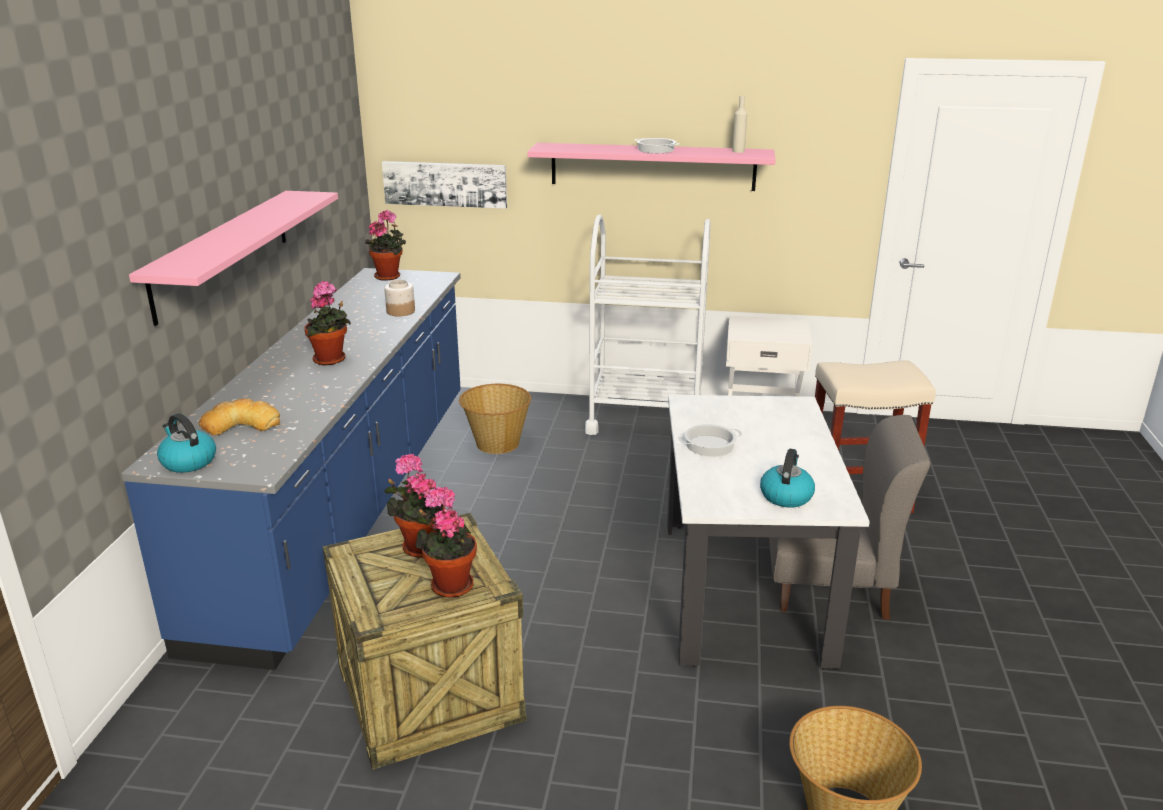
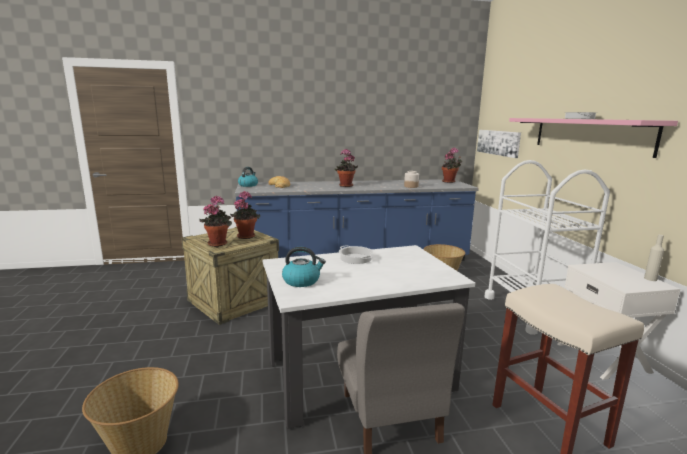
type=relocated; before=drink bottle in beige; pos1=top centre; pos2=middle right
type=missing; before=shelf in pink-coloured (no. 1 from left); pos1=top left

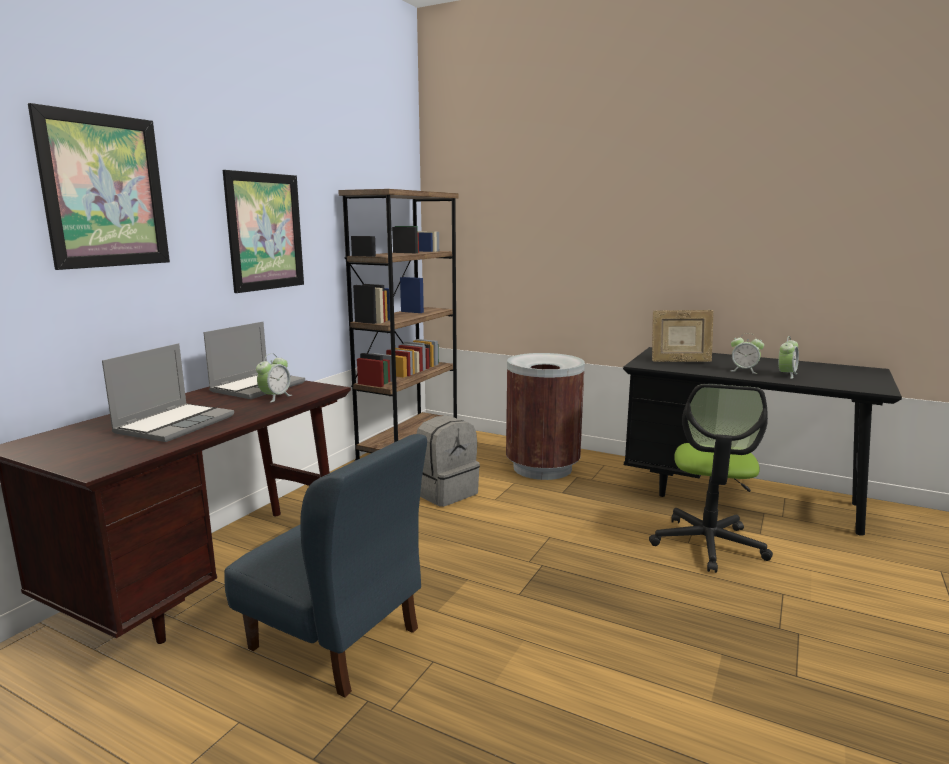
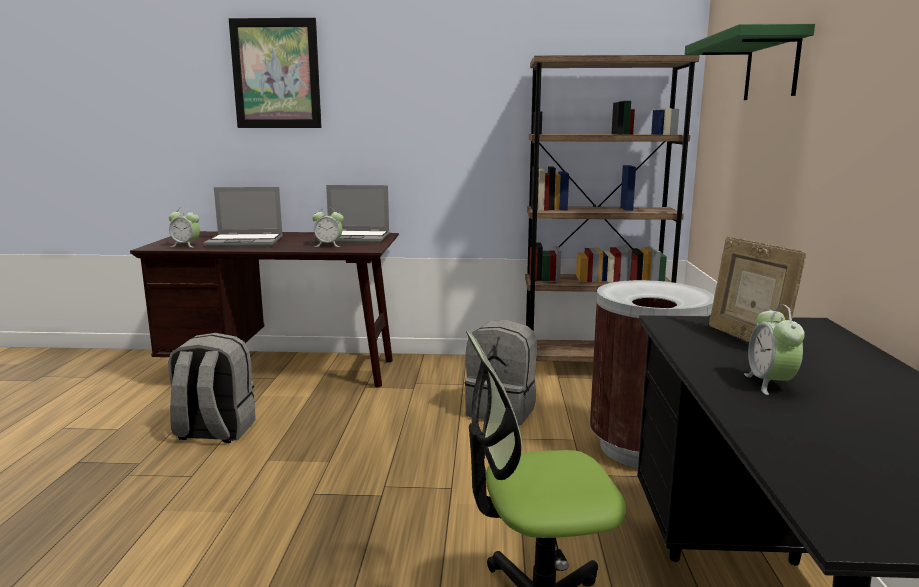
type=missing; before=picture (no. 2 from left); pos1=top left
type=relocated; before=alarm clock (no. 3 from left in the first image); after=alarm clock (no. 1 from left); pos1=middle right; pos2=middle left
type=exchanged; before=plain chair in blue-coloured; after=rucksack in greyish (no. 1 from left); pos1=bottom centre; pos2=middle left
type=appeared; after=shelf in green-coloured; pos2=top right

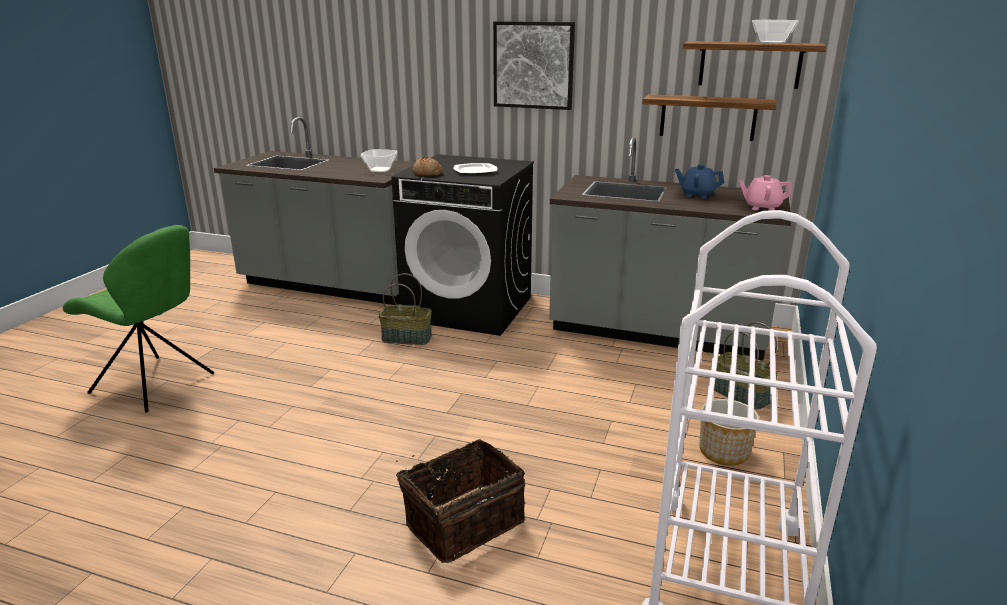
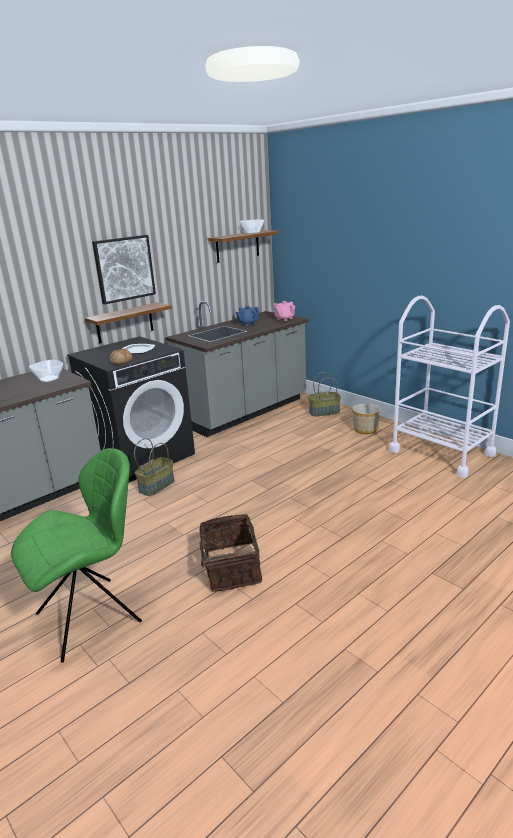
type=relocated; before=shelf (no. 1 from left); pos1=top right; pos2=middle left
type=relocated; before=storage basket (no. 2 from left); pos1=bottom centre; pos2=centre

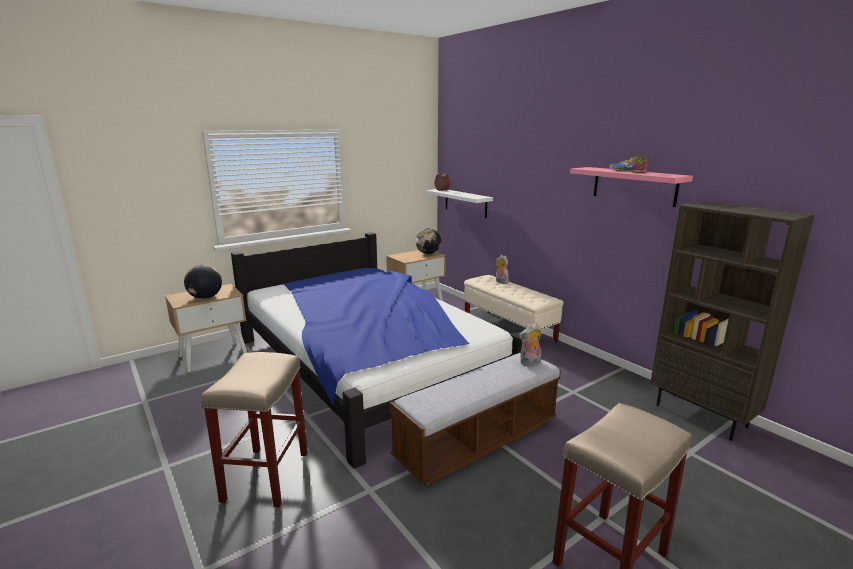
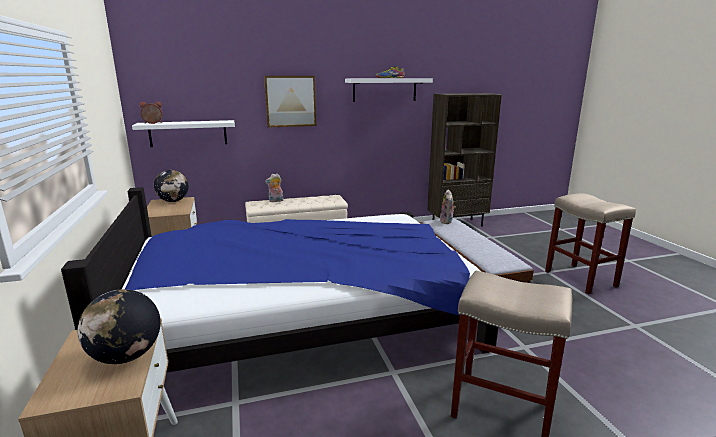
type=colour; before=shelf in pink-coloured; after=shelf in whitish (no. 2 from left); pos1=top right; pos2=top centre
type=appeared; after=picture; pos2=top centre

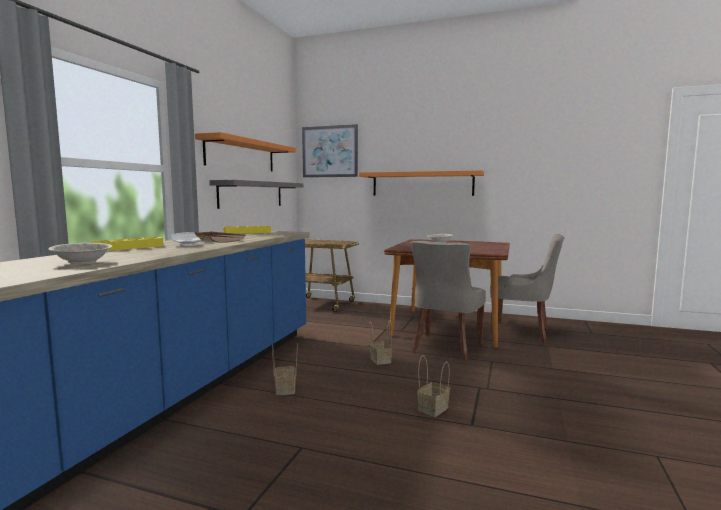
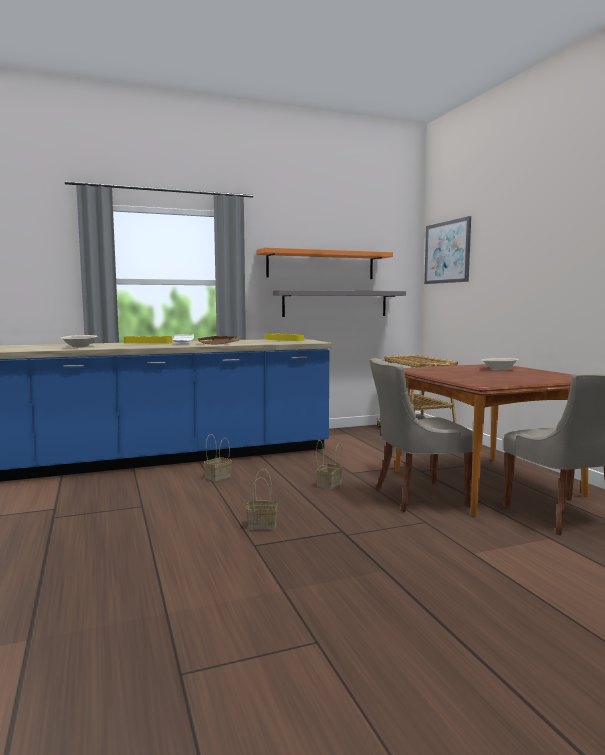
type=missing; before=shelf in orangey (no. 2 from left); pos1=centre

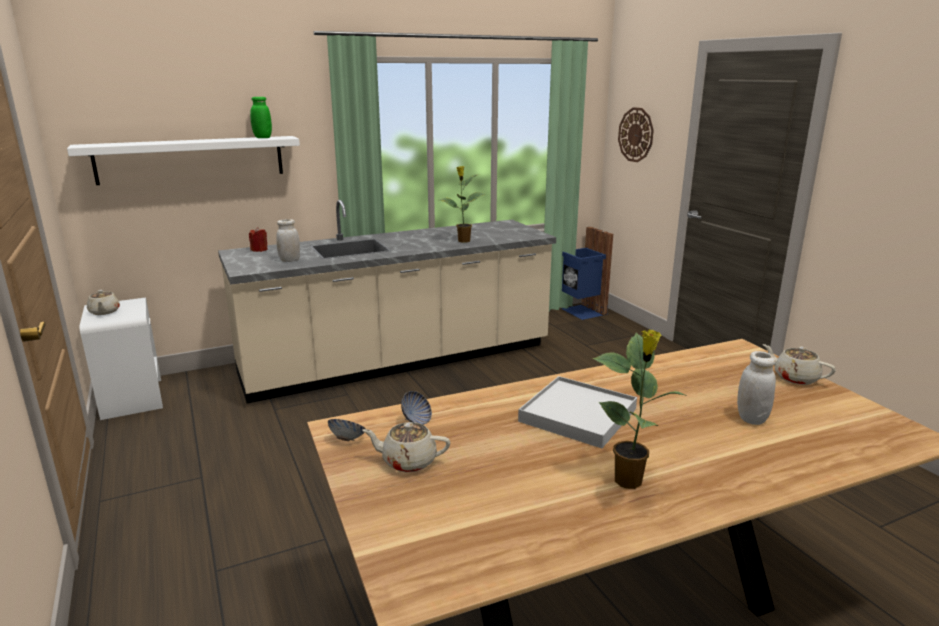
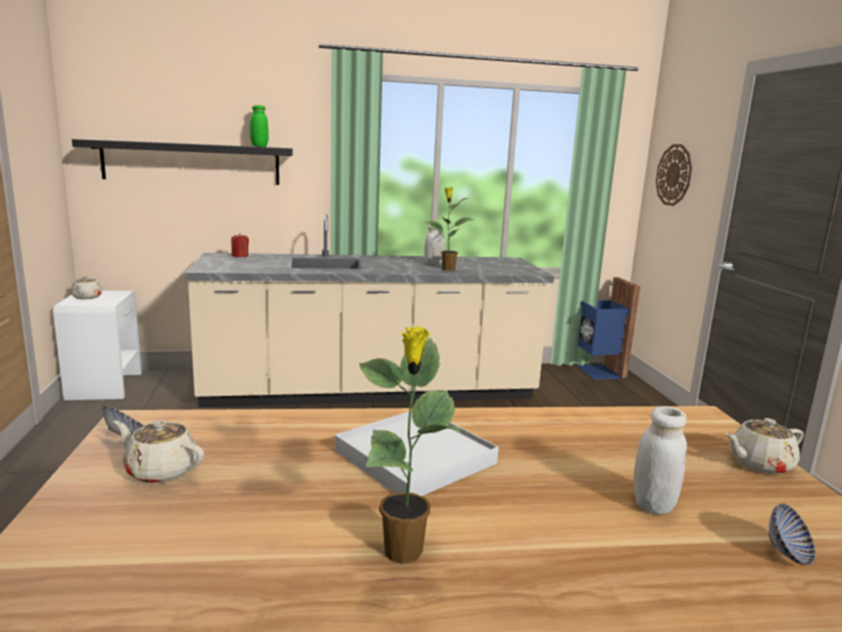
type=colour; before=shelf in whitish; after=shelf in black; pos1=top left; pos2=top left
type=relocated; before=preserve jar in whitish (no. 1 from left); pos1=middle left; pos2=centre
type=spun; before=teapot in beige (no. 3 from left); pos1=middle right; pos2=bottom right; turn=-75
type=relocated; before=bowl (no. 2 from left); pos1=centre; pos2=bottom right

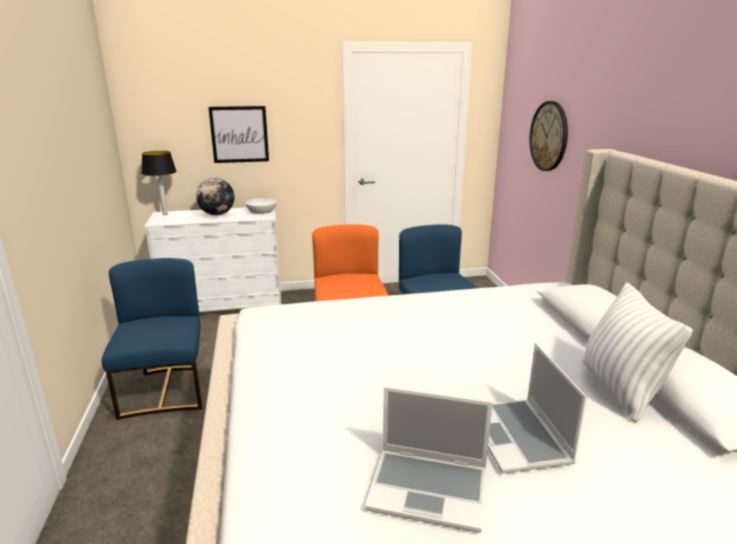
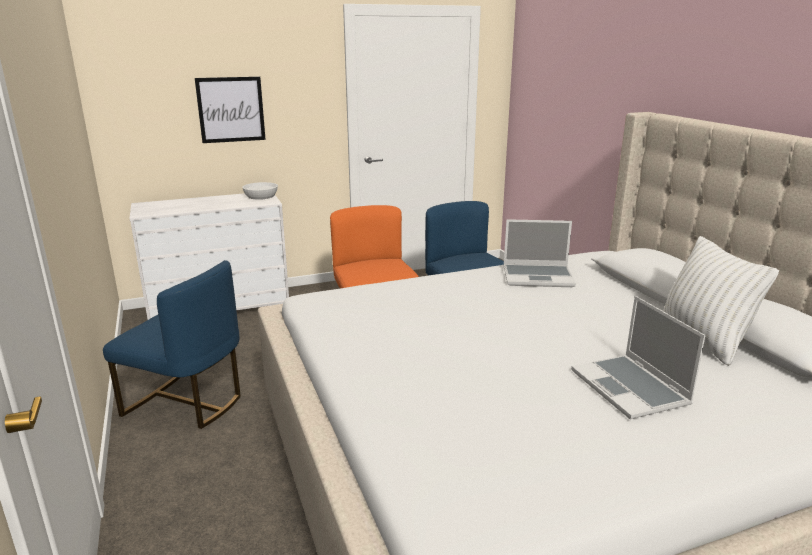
type=missing; before=wall clock; pos1=top right
type=missing; before=lamp for a table; pos1=middle left
type=missing; before=world globe; pos1=middle left
type=spun; before=plain chair in blue-coloured (no. 1 from left); pos1=middle left; pos2=middle left; turn=135
type=relocated; before=notebook computer (no. 1 from left); pos1=bottom centre; pos2=centre

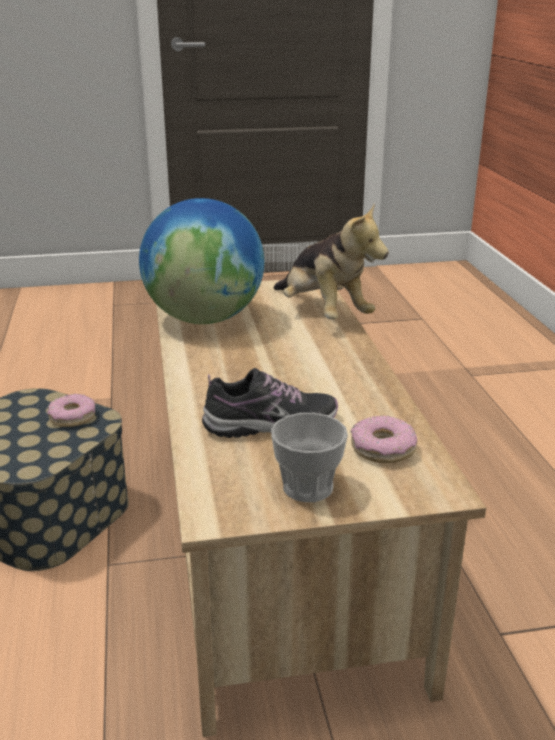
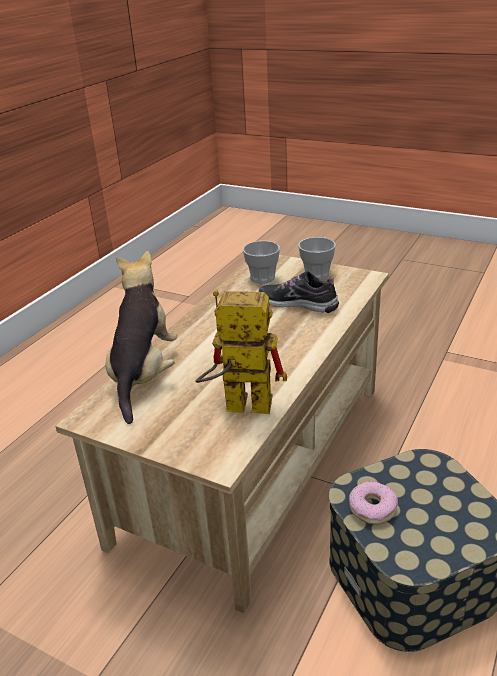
type=exchanged; before=world globe; after=toy robot; pos1=centre; pos2=centre
type=exchanged; before=donut (no. 2 from left); after=small cup (no. 1 from left); pos1=middle right; pos2=centre

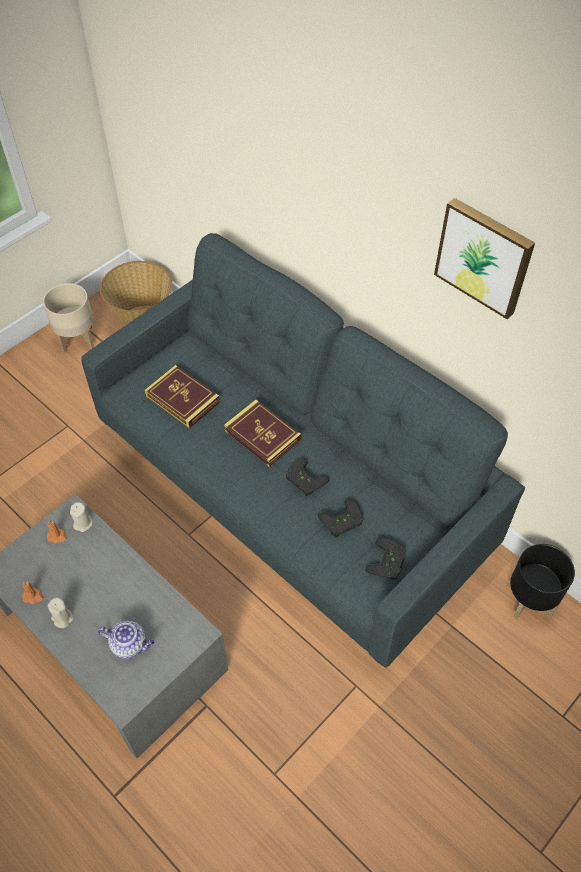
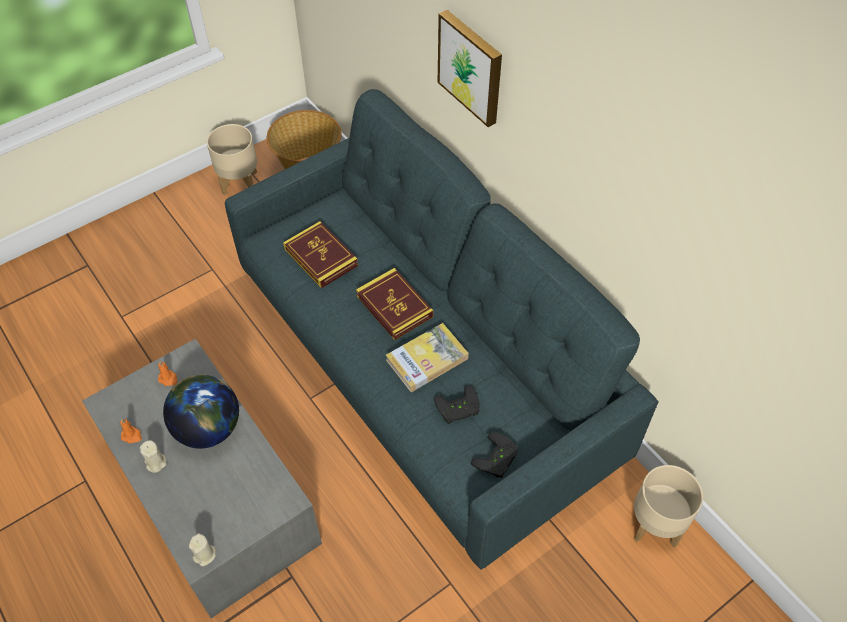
type=relocated; before=picture; pos1=top right; pos2=top centre
type=exchanged; before=game controller in black (no. 1 from left); after=bound book (no. 3 from left); pos1=centre; pos2=centre
type=relocated; before=candle in beige (no. 2 from left); pos1=middle left; pos2=bottom left
type=colour; before=planter in black; after=planter in beige (no. 2 from left); pos1=middle right; pos2=bottom right
type=missing; before=teapot; pos1=bottom left
type=appeared; after=world globe; pos2=middle left

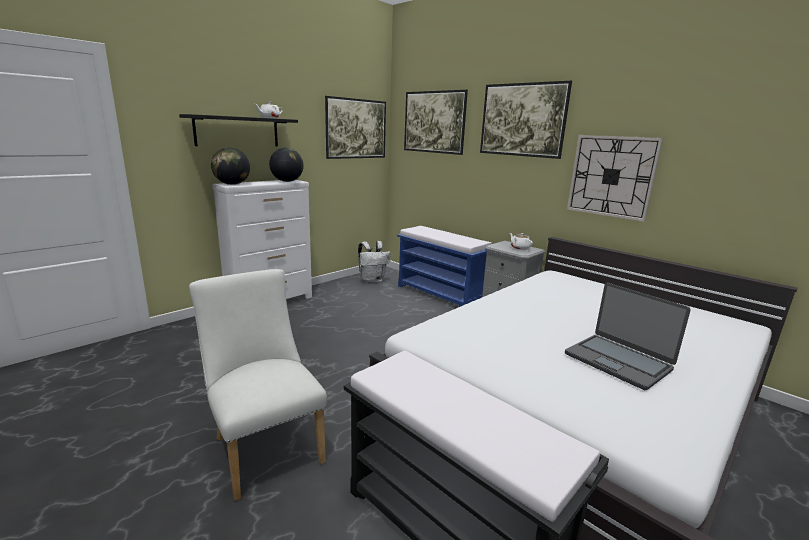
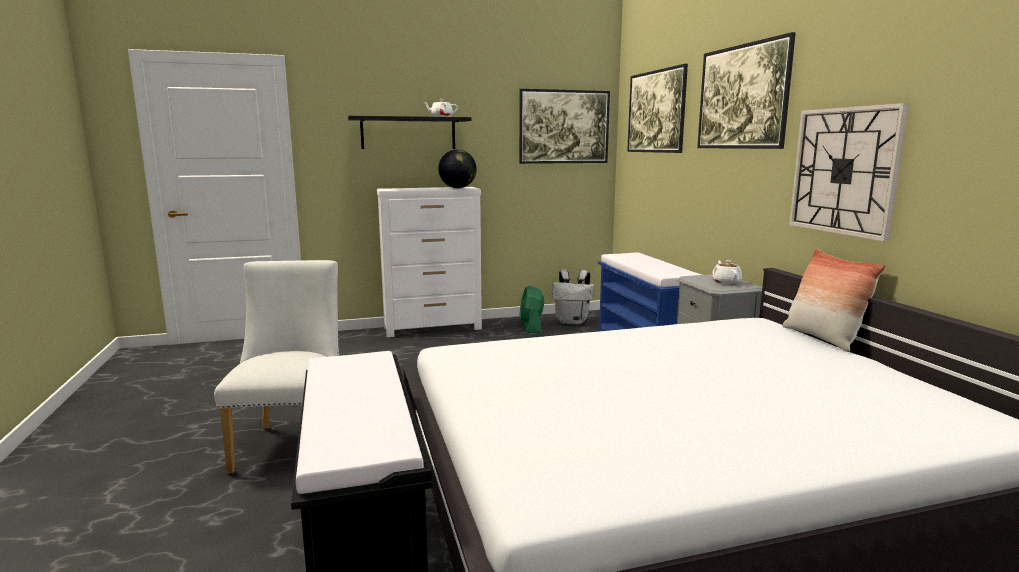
type=missing; before=world globe (no. 1 from left); pos1=top left
type=missing; before=notebook computer; pos1=middle right
type=appeared; after=throw pillow; pos2=middle right
type=appeared; after=electric fan in green-coloured; pos2=centre

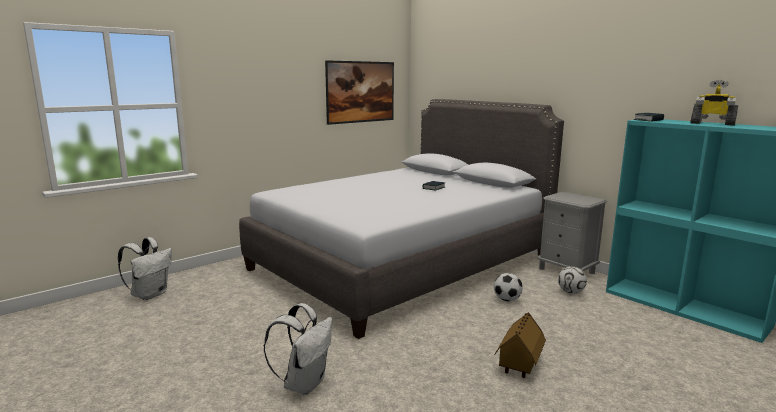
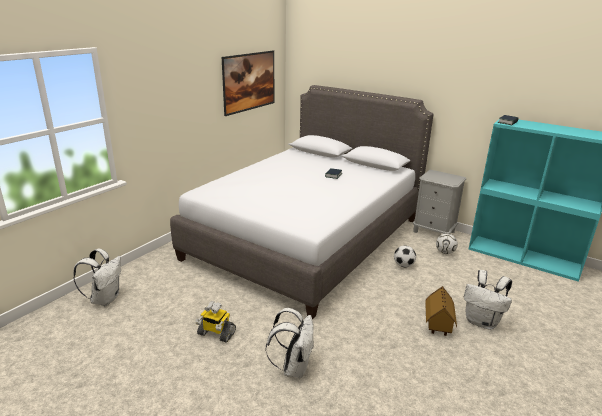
type=relocated; before=toy robot; pos1=top right; pos2=bottom centre
type=appeared; after=rucksack in whitish (no. 3 from left); pos2=bottom right

